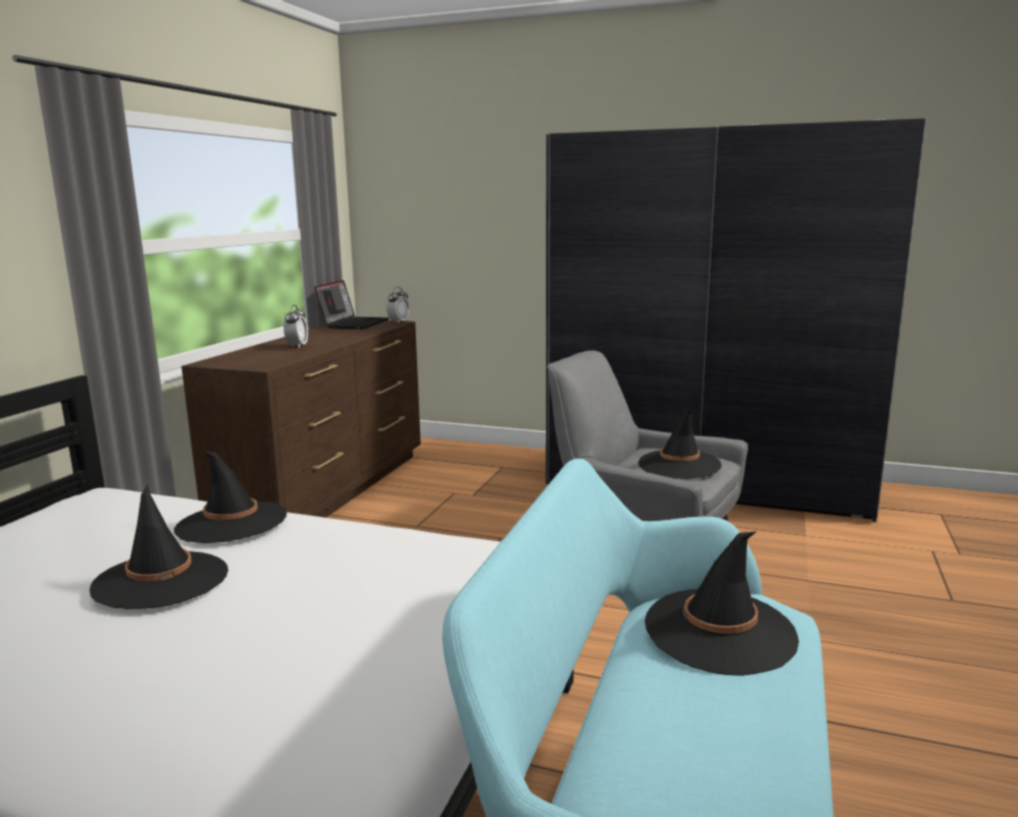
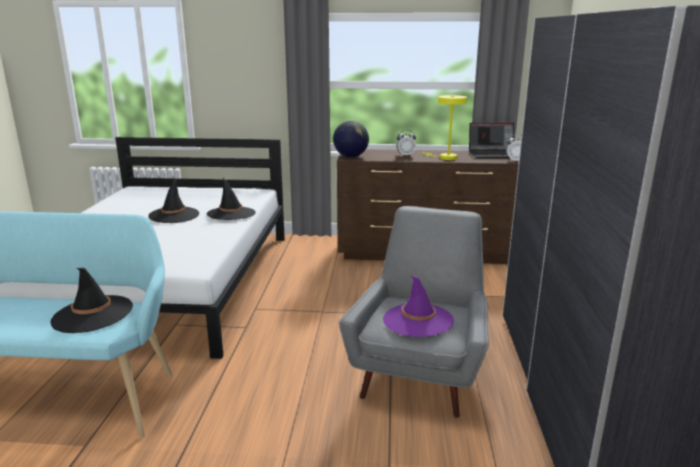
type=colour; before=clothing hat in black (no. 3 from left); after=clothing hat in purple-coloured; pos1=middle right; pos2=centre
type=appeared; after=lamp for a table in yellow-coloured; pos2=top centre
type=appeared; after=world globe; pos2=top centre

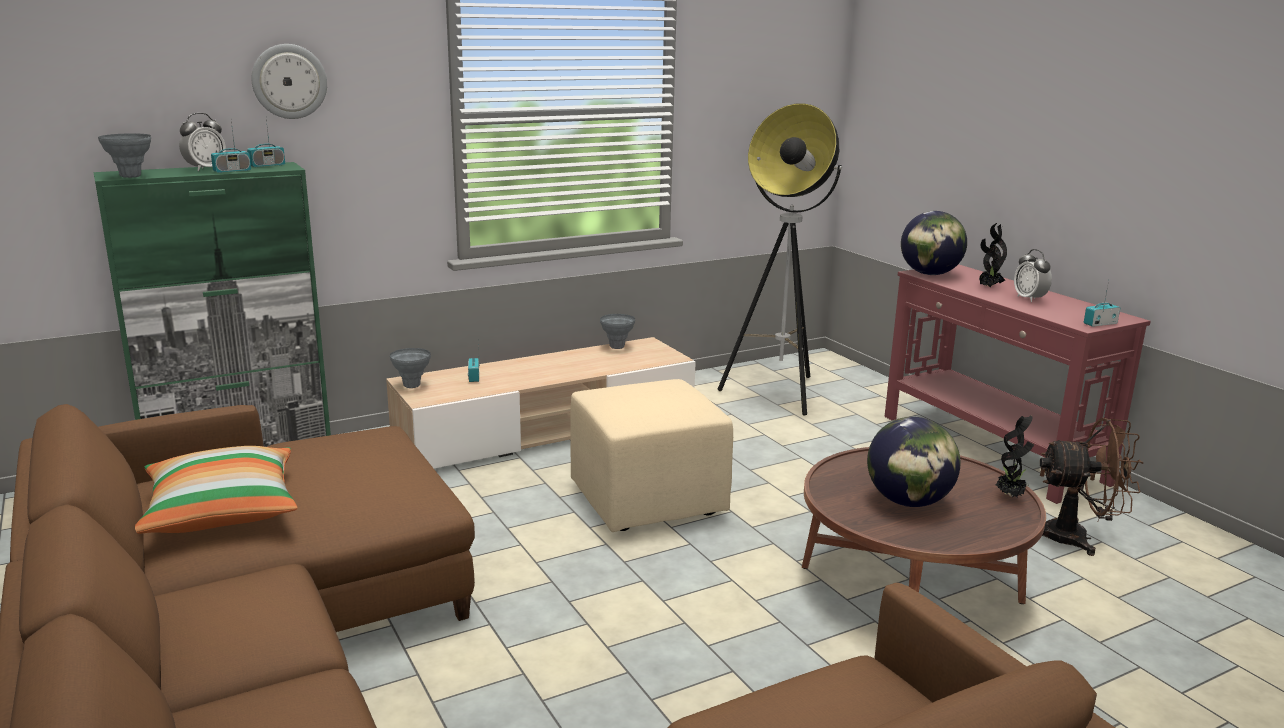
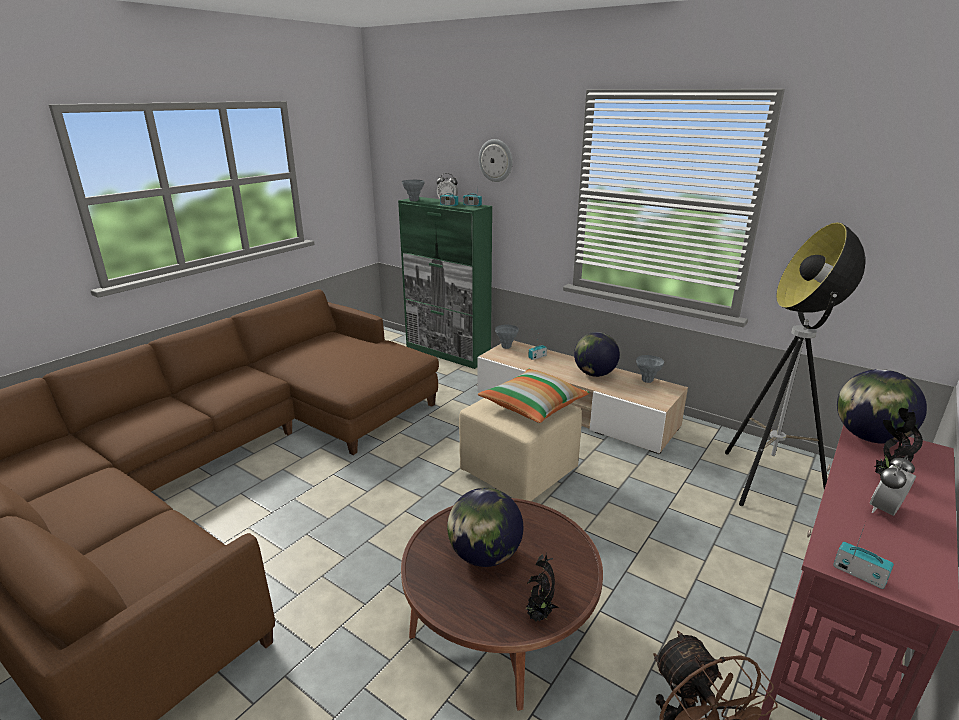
type=relocated; before=throw pillow; pos1=bottom left; pos2=centre
type=appeared; after=world globe (no. 2 from left); pos2=centre

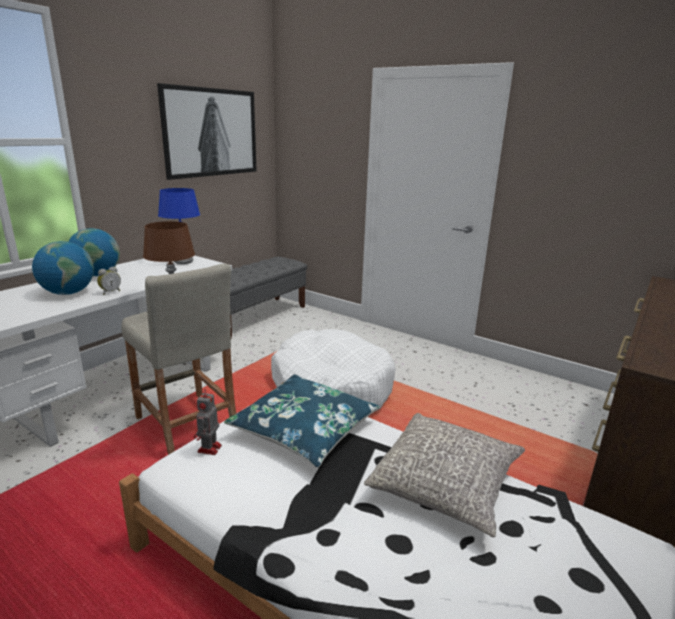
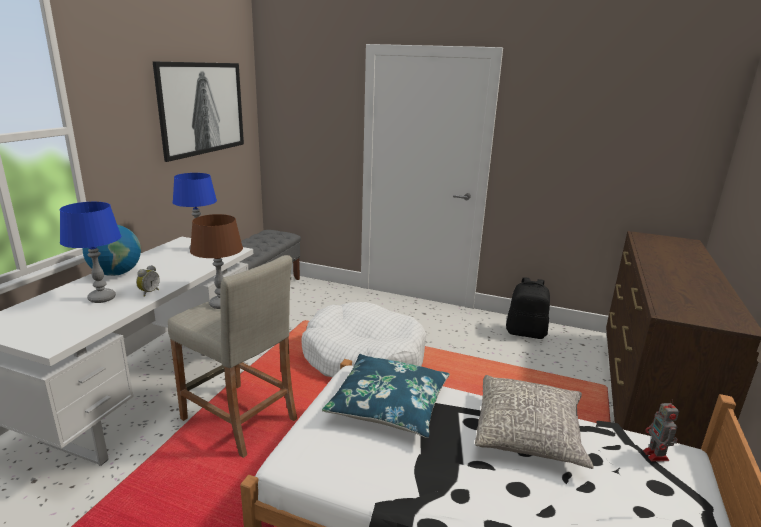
type=exchanged; before=world globe (no. 1 from left); after=lamp for a table in blue-coloured (no. 1 from left); pos1=middle left; pos2=middle left
type=relocated; before=toy robot; pos1=bottom left; pos2=bottom right
type=appeared; after=rucksack in black; pos2=middle right

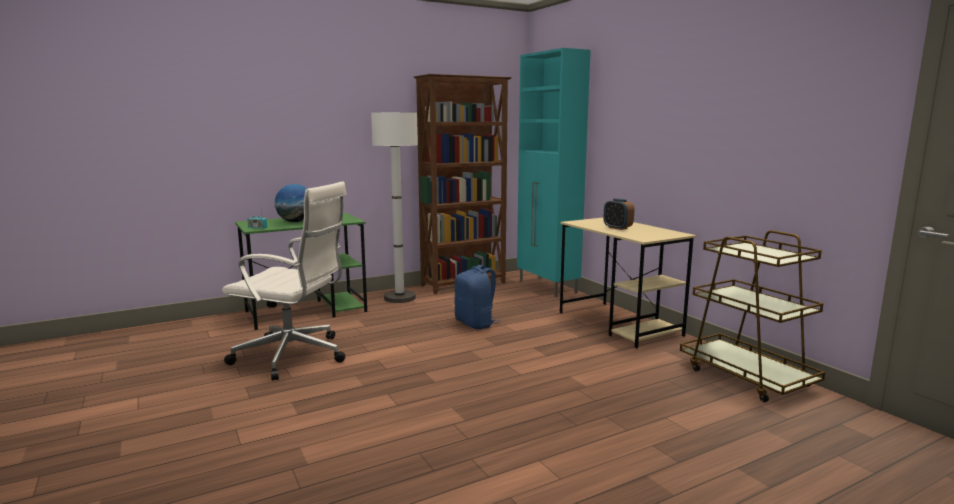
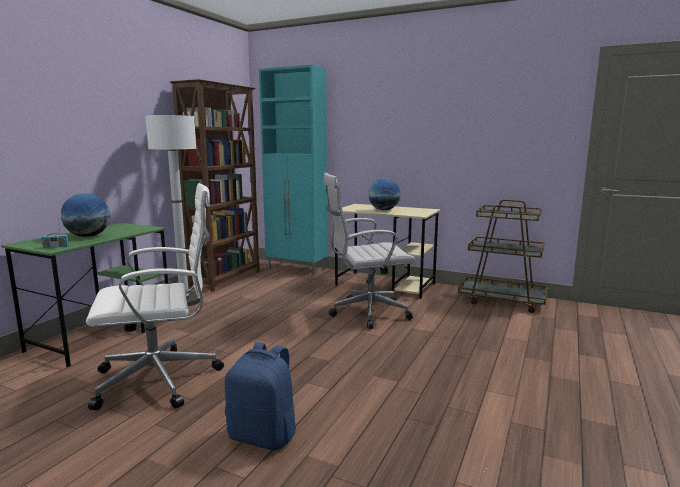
type=exchanged; before=alarm clock; after=world globe (no. 2 from left); pos1=centre; pos2=centre
type=relocated; before=rucksack in blue-coloured; pos1=centre; pos2=bottom centre
type=appeared; after=desk chair in whitish (no. 2 from left); pos2=centre

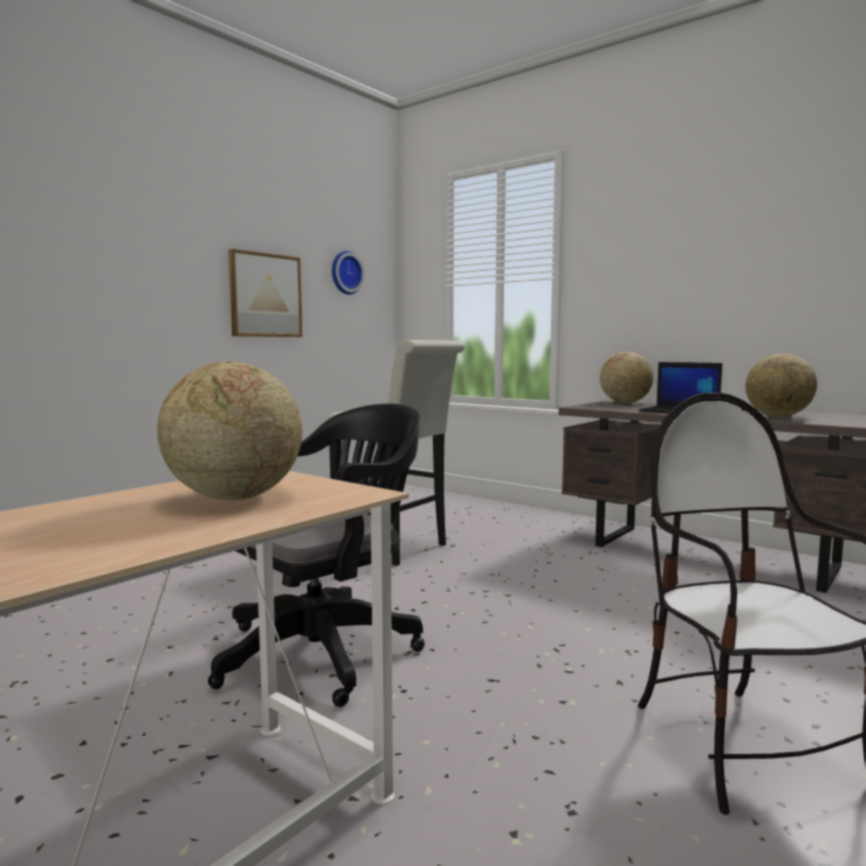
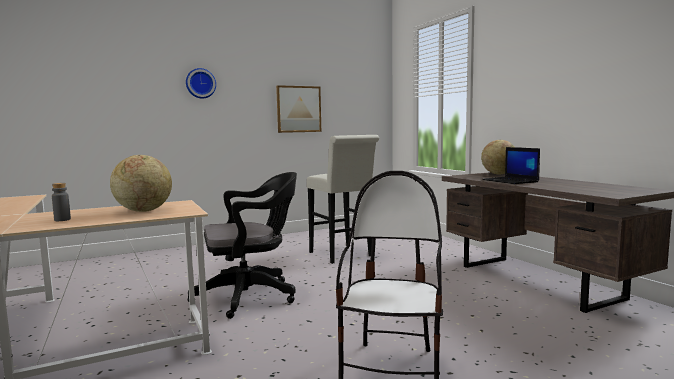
type=relocated; before=wall clock; pos1=top centre; pos2=top left
type=missing; before=world globe (no. 3 from left); pos1=middle right
type=appeared; after=drink bottle in greyish; pos2=middle left

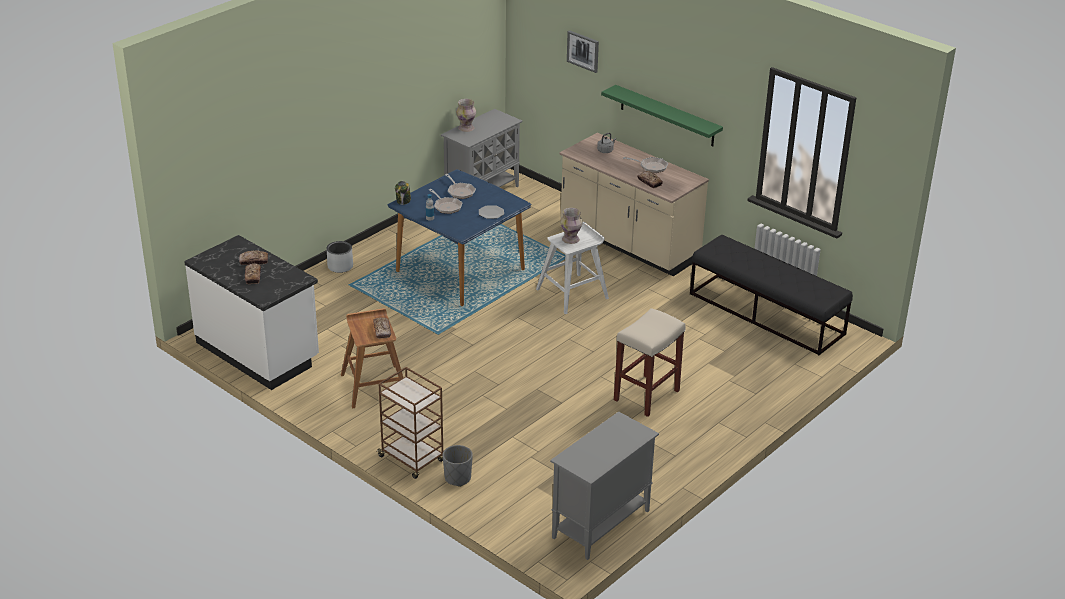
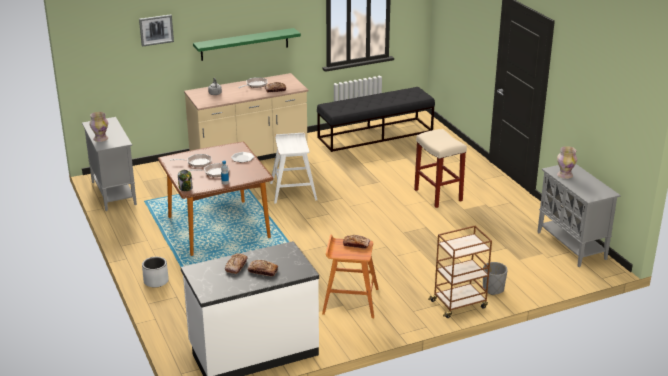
type=colour; before=dinner table in blue-coloured; after=dinner table in brown-coloured; pos1=centre; pos2=middle left
type=relocated; before=flower vase (no. 2 from left); pos1=centre; pos2=middle right

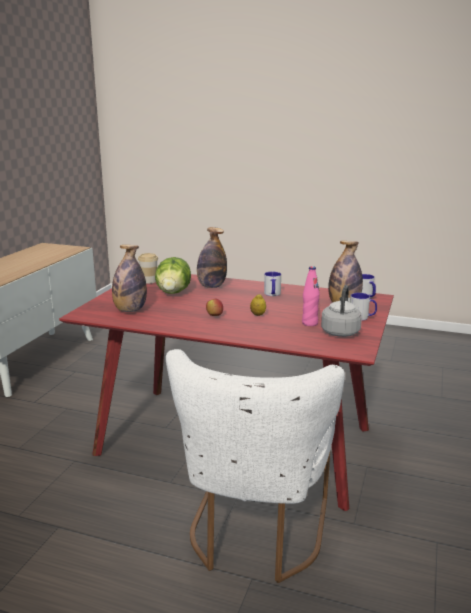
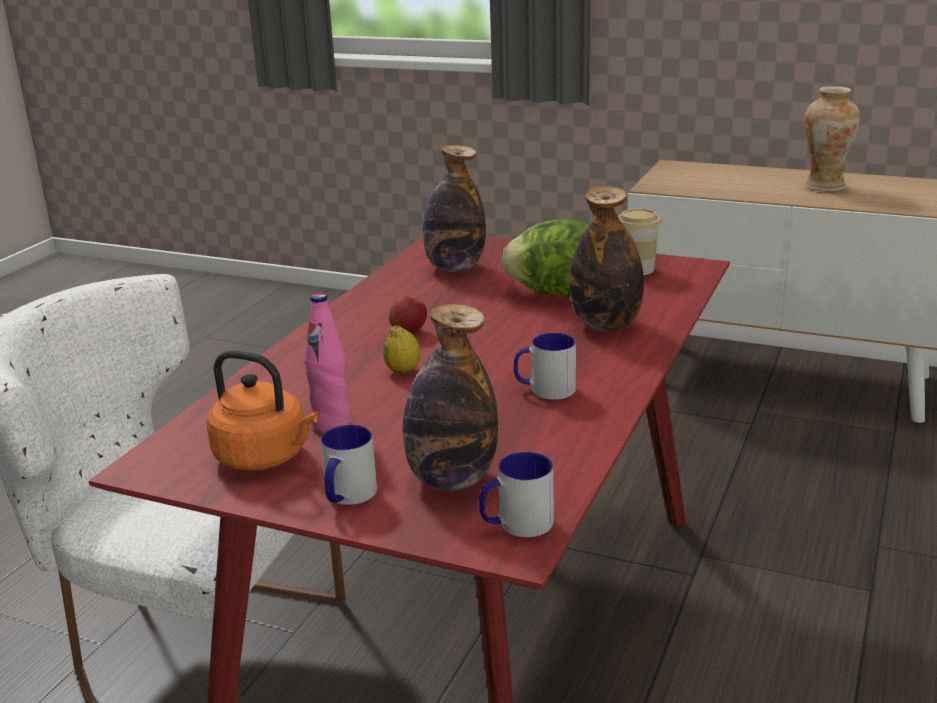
type=colour; before=water kettle in greyish; after=water kettle in orangey; pos1=middle right; pos2=middle left
type=appeared; after=flower vase; pos2=top right

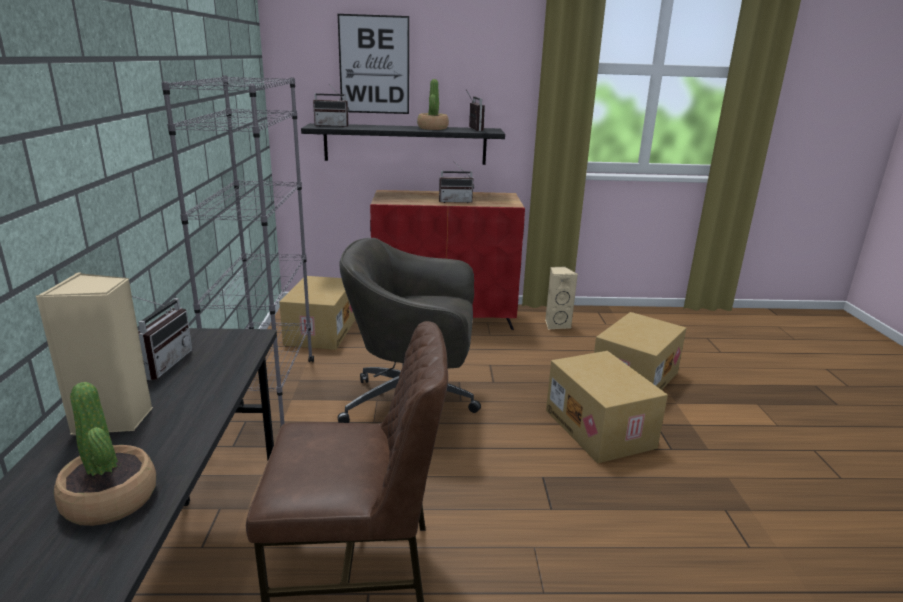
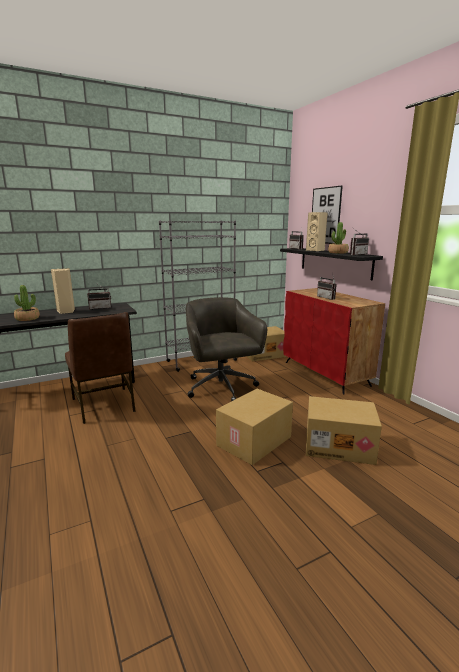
type=relocated; before=speaker in beige (no. 2 from left); pos1=centre; pos2=middle right

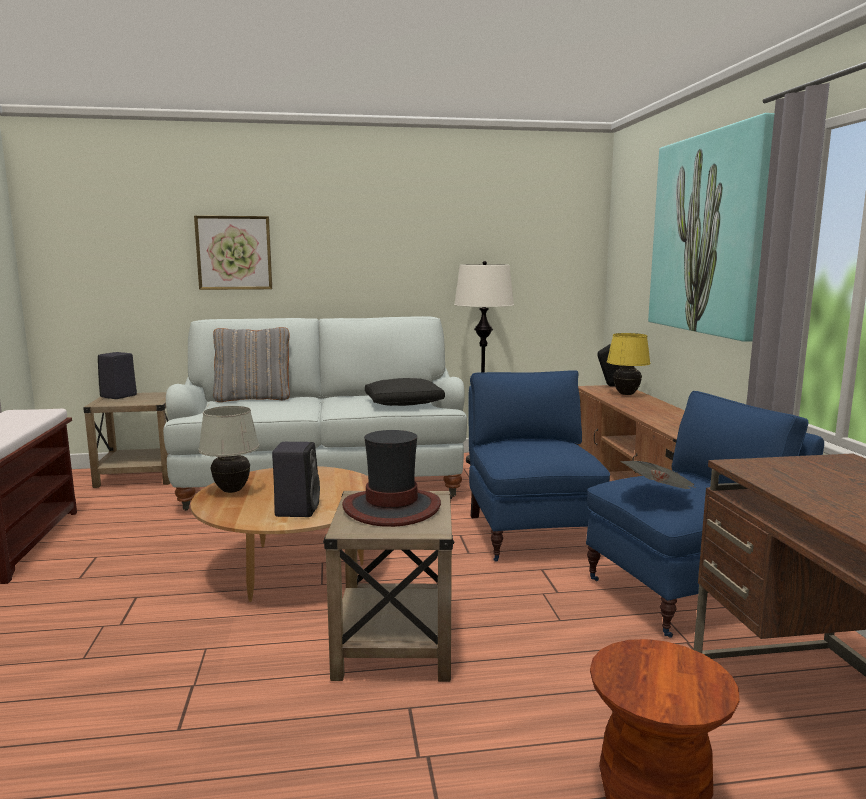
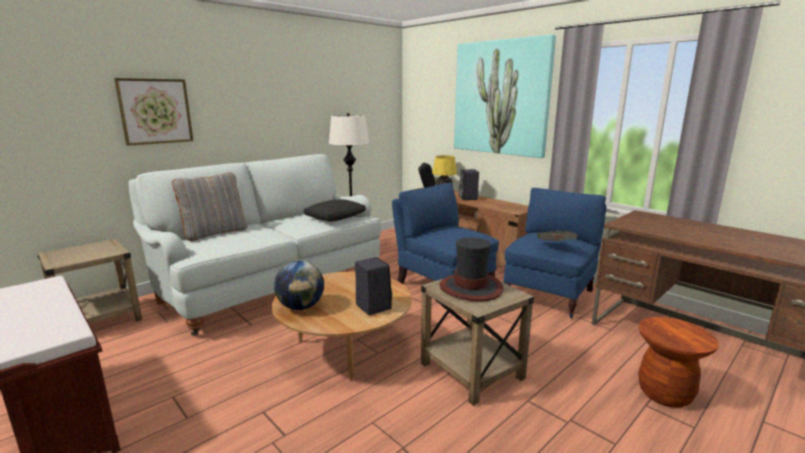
type=relocated; before=speaker in black (no. 1 from left in the first image); after=speaker in black (no. 3 from left); pos1=middle left; pos2=centre
type=exchanged; before=lamp for a table in whitish; after=world globe; pos1=middle left; pos2=centre

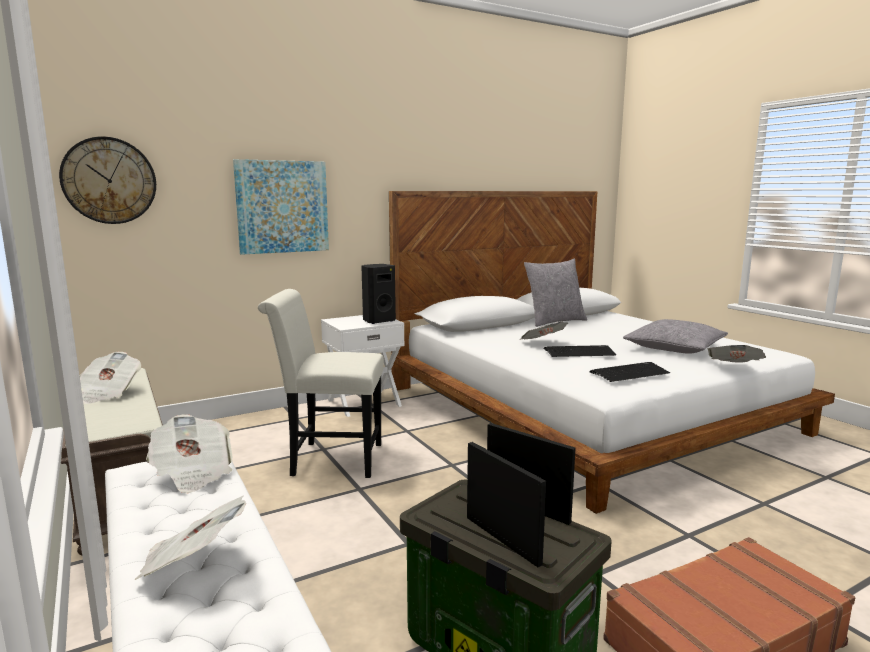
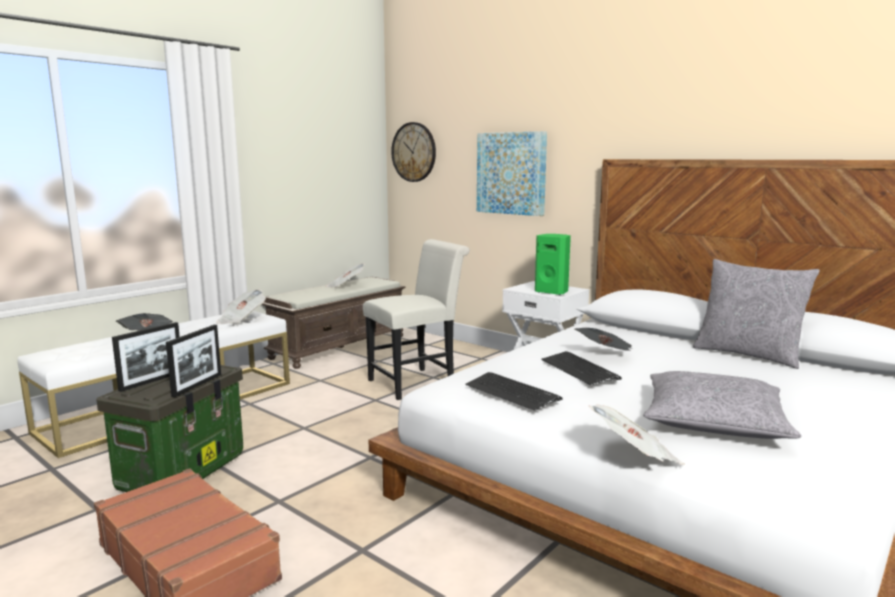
type=colour; before=speaker in black; after=speaker in green-coloured; pos1=centre; pos2=centre
type=spun; before=plain chair in whitish; pos1=centre; pos2=centre; turn=75

